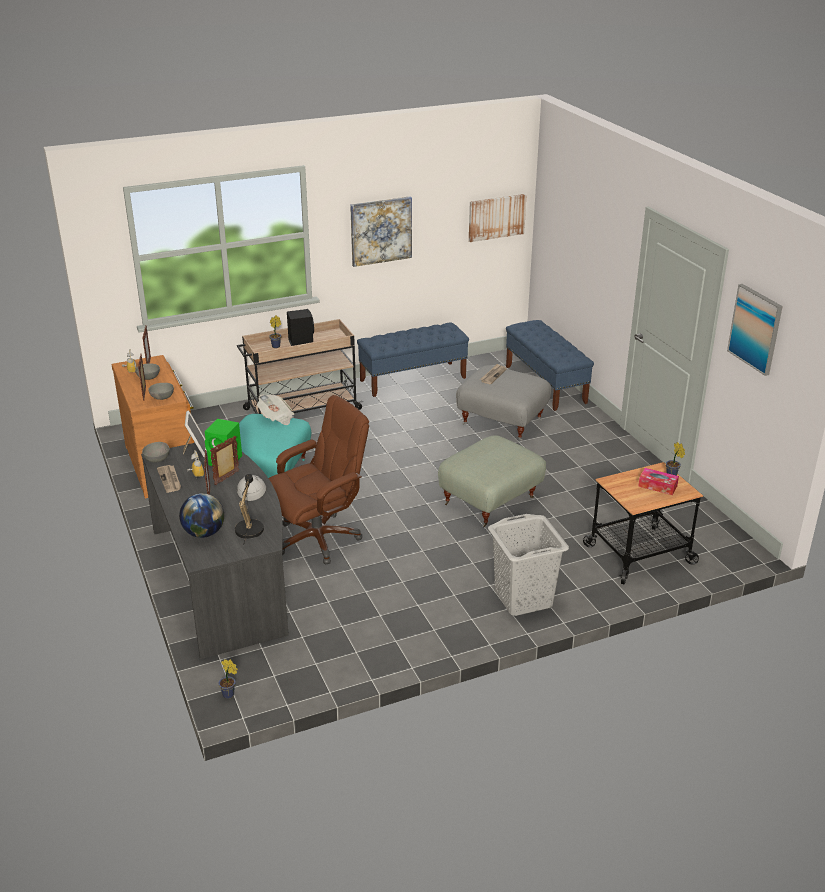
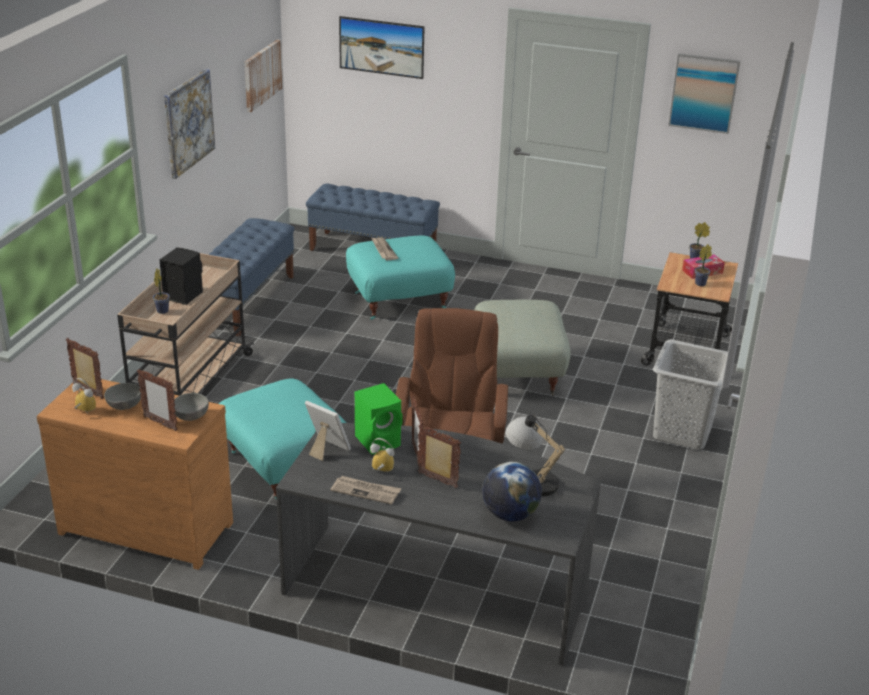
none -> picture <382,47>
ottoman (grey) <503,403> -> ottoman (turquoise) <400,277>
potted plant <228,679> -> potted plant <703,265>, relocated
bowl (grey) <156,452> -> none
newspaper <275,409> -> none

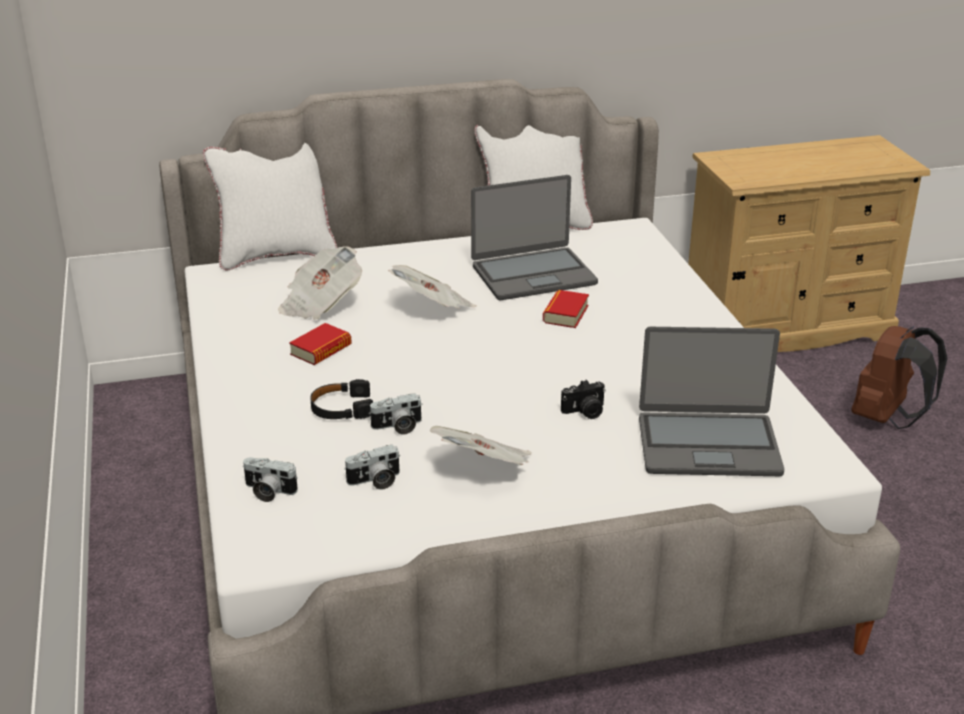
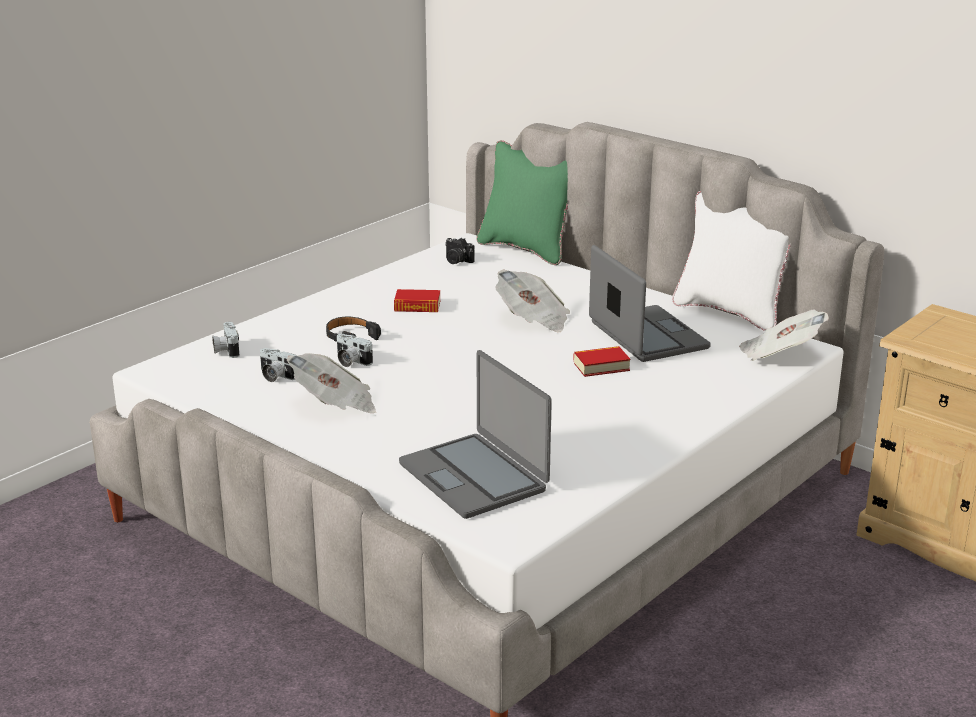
photo camera <583,399> -> photo camera <460,251>, relocated
pillow (white) <270,206> -> pillow (green) <522,202>
laptop <534,237> -> laptop <650,303>, 150 degrees counterclockwise
newspaper <320,283> -> newspaper <784,335>, relocated
backpack (brown) <899,377> -> none

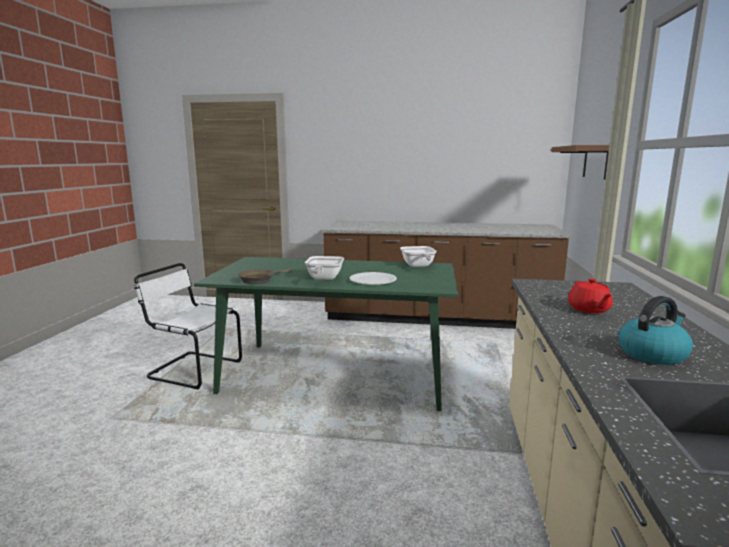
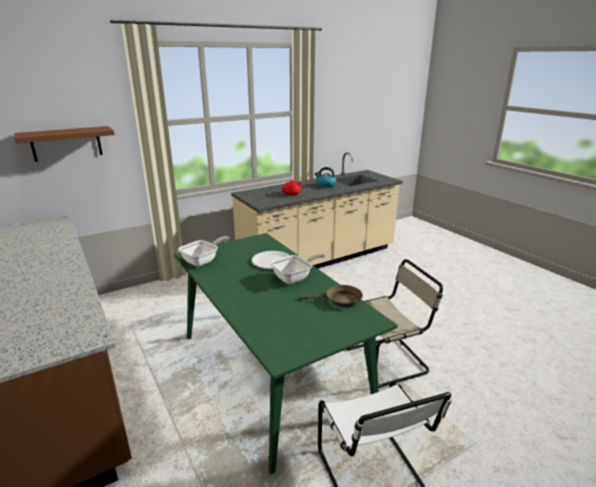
none -> chair (beige) <394,323>

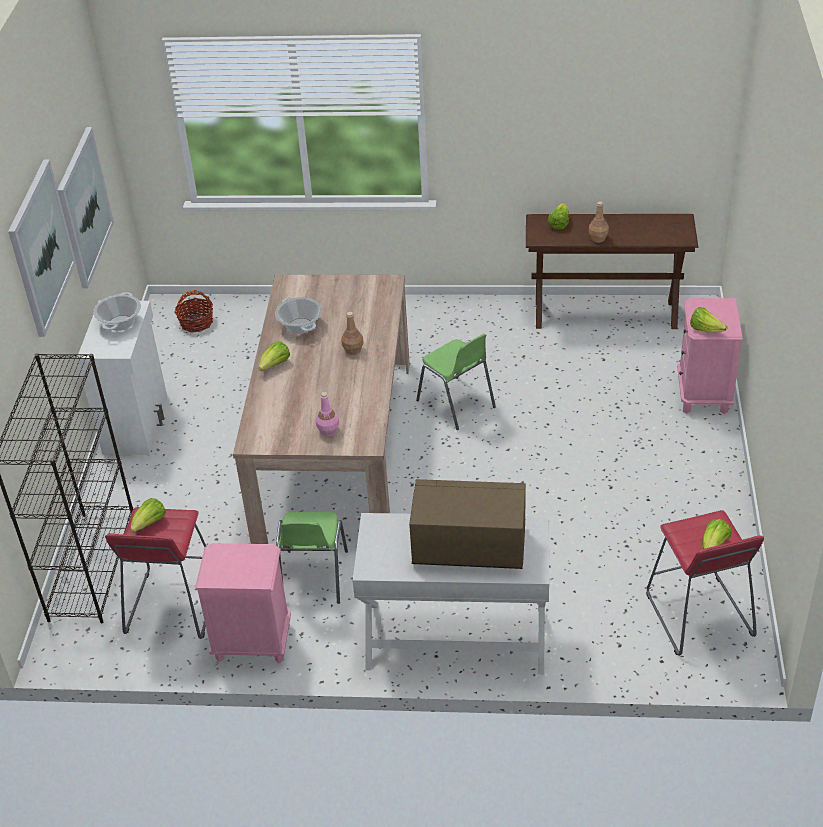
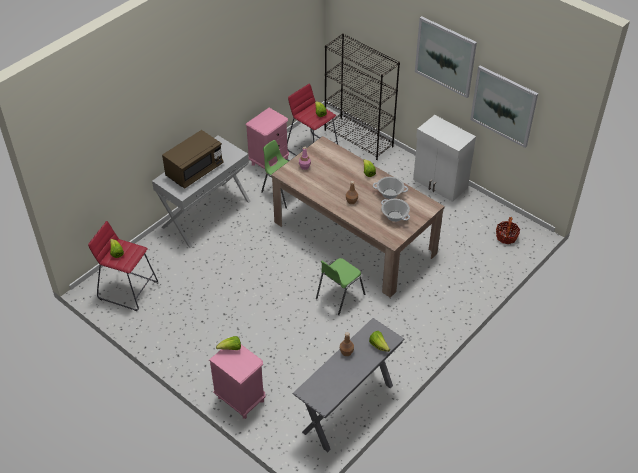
console table (brown) <612,271> -> console table (grey) <348,385>
chair (green) <456,381> -> chair (green) <340,286>, 45 degrees counterclockwise
cooking pot <117,311> -> cooking pot <395,210>, relocated

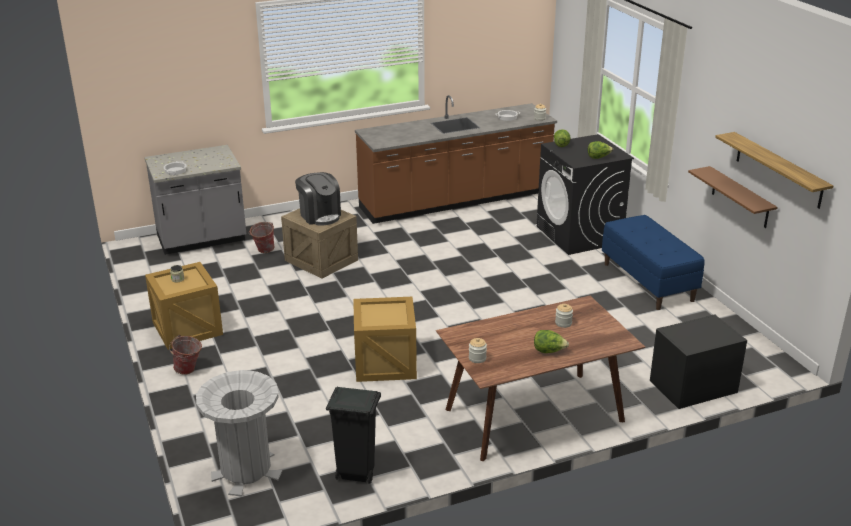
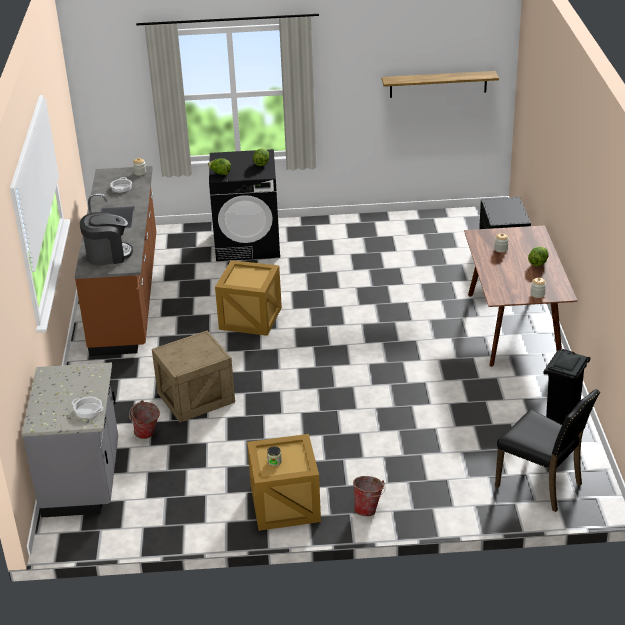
coffee machine <318,199> -> coffee machine <106,239>, relocated
crate <385,339> -> crate <248,298>, relocated
trash can (grey) <239,433> -> chair (black) <547,450>
bench (blue) <653,262> -> none
shelf (brown) <733,197> -> none

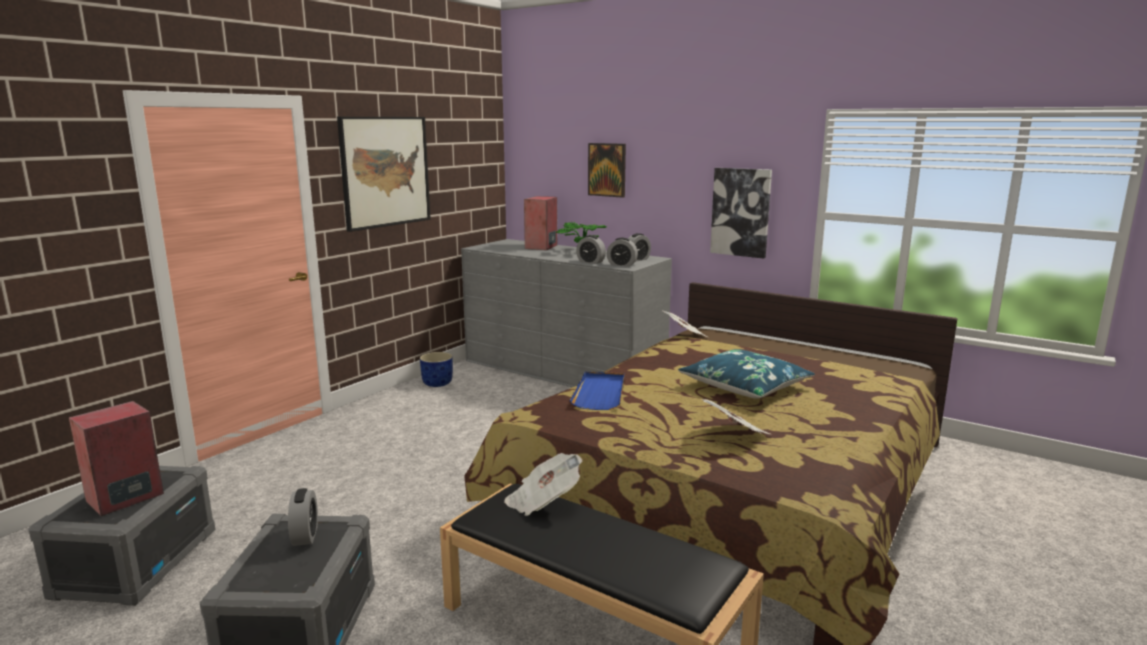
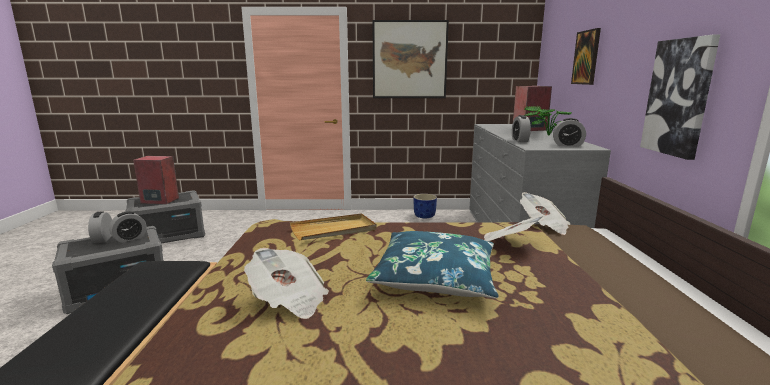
alarm clock <622,252> -> alarm clock <100,227>, relocated
tray (blue) <597,391> -> tray (beige) <333,226>
newspaper <543,484> -> newspaper <514,228>, relocated

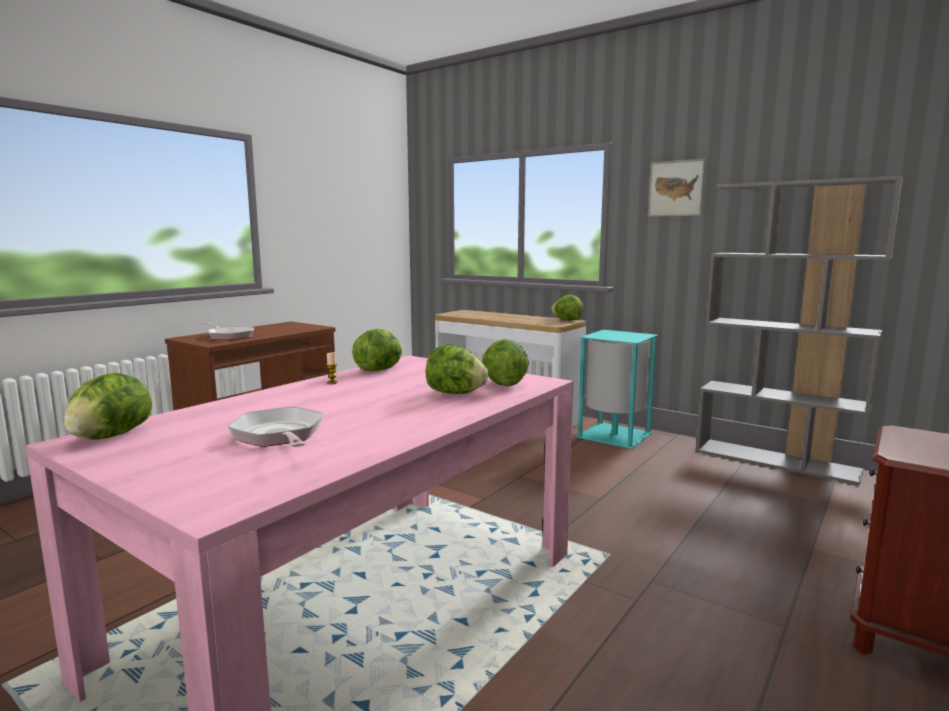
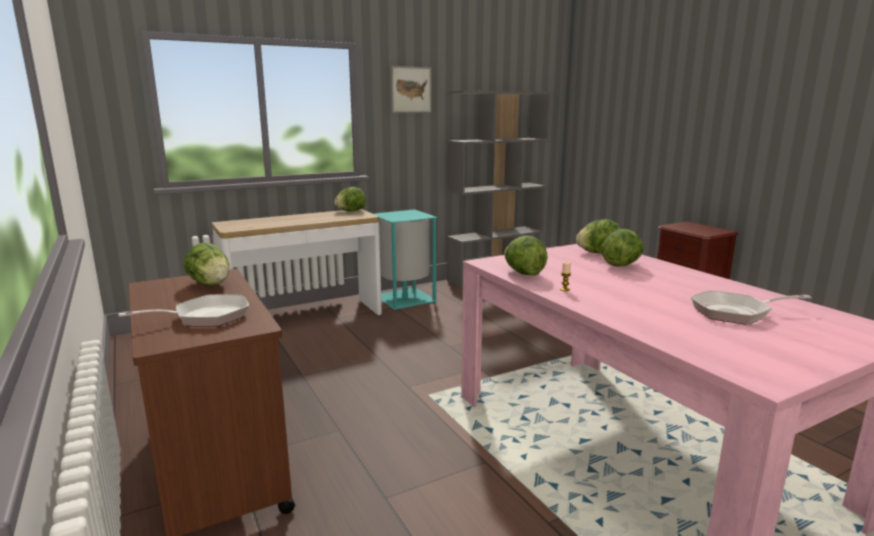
lettuce <107,406> -> lettuce <206,264>, relocated

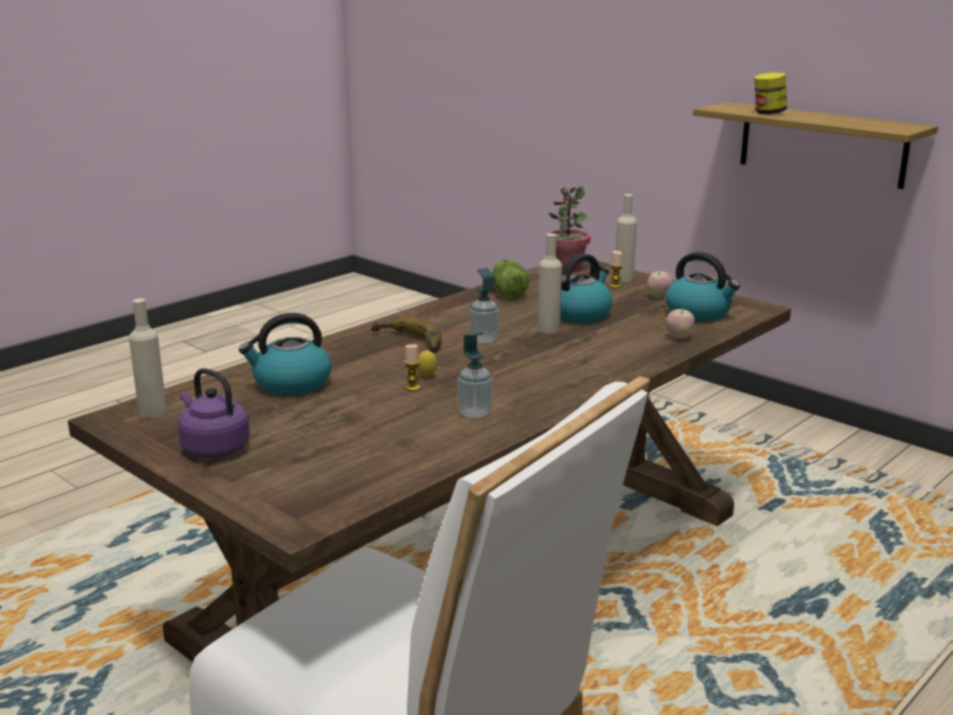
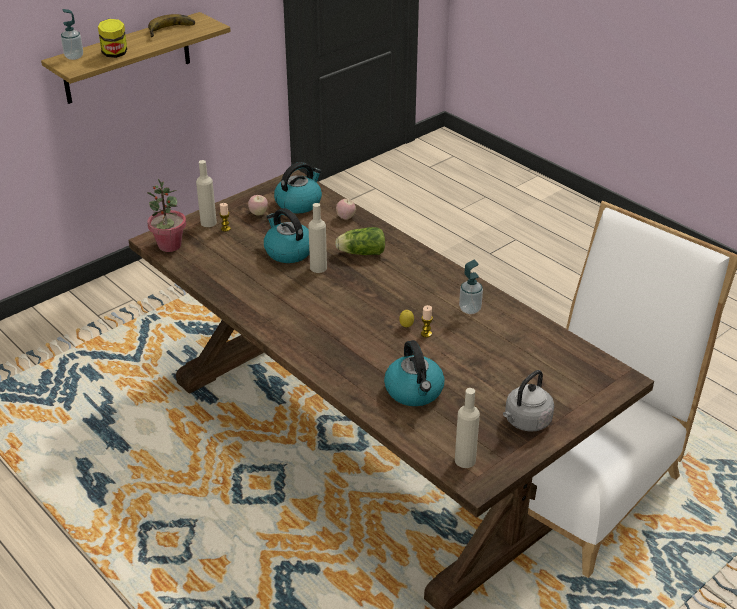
soap dispenser <484,306> -> soap dispenser <72,34>, relocated
banana <406,335> -> banana <171,25>, relocated
lettuce <511,279> -> lettuce <360,241>, relocated
kettle (purple) <214,413> -> kettle (grey) <528,400>

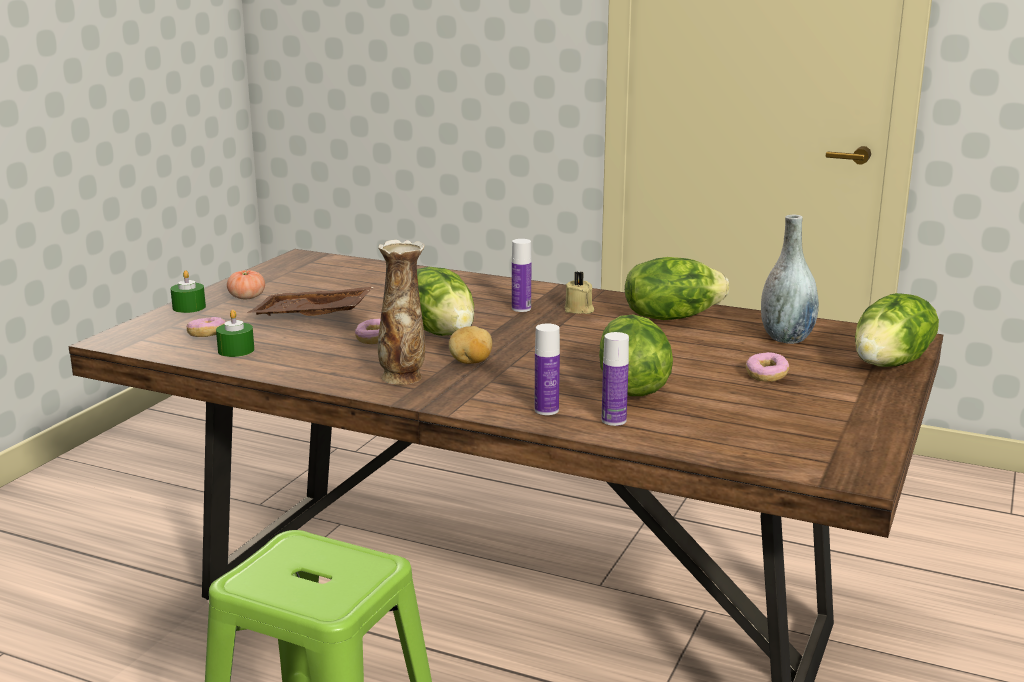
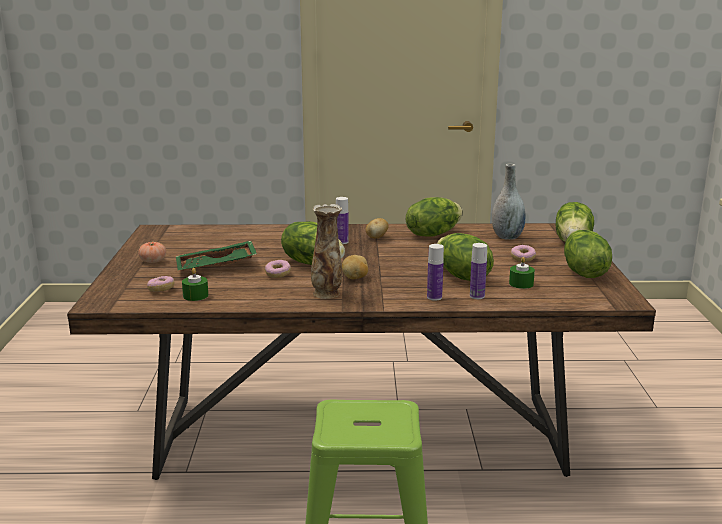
tray (brown) <310,301> -> tray (green) <216,256>
candle (beige) <579,293> -> potato <377,228>
candle (green) <188,291> -> candle (green) <522,273>, relocated
none -> lettuce <588,254>

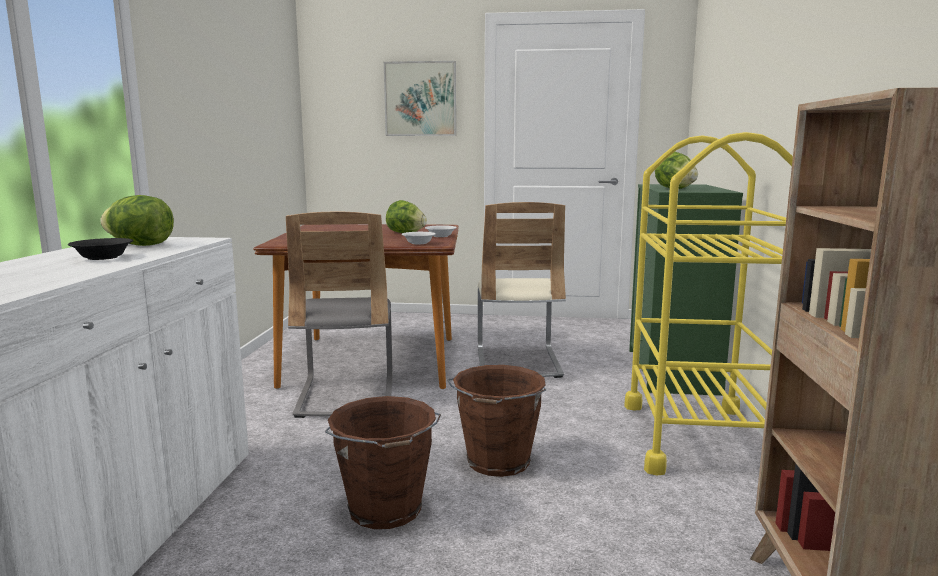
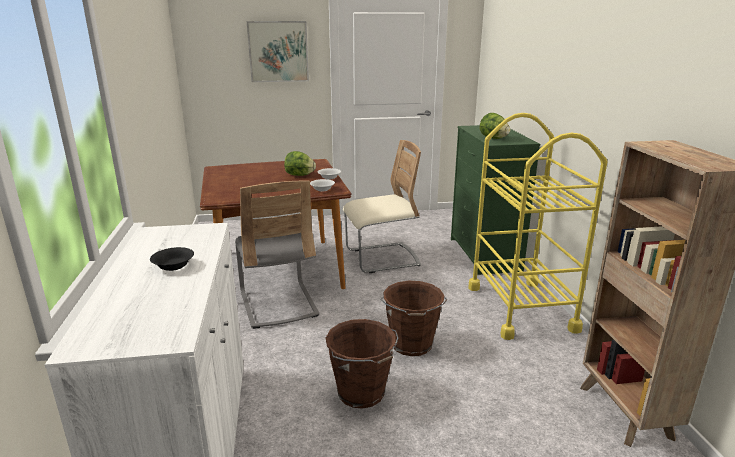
chair (beige) <522,290> -> chair (beige) <382,206>, 90 degrees counterclockwise
lettuce <137,220> -> none

